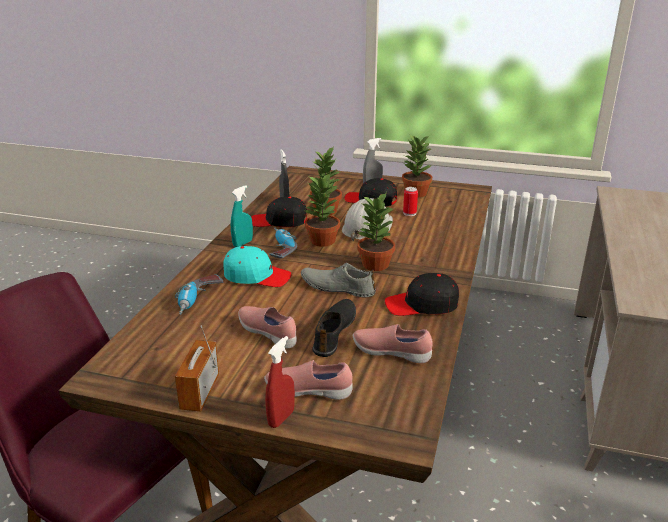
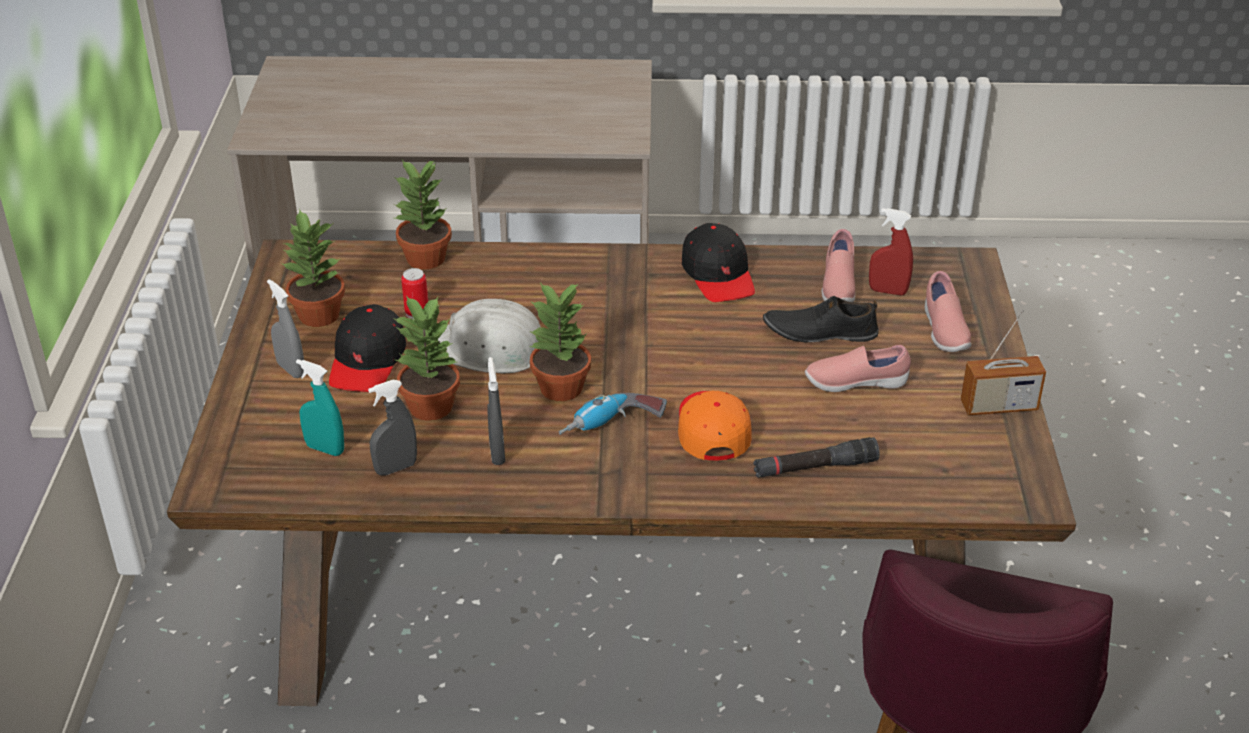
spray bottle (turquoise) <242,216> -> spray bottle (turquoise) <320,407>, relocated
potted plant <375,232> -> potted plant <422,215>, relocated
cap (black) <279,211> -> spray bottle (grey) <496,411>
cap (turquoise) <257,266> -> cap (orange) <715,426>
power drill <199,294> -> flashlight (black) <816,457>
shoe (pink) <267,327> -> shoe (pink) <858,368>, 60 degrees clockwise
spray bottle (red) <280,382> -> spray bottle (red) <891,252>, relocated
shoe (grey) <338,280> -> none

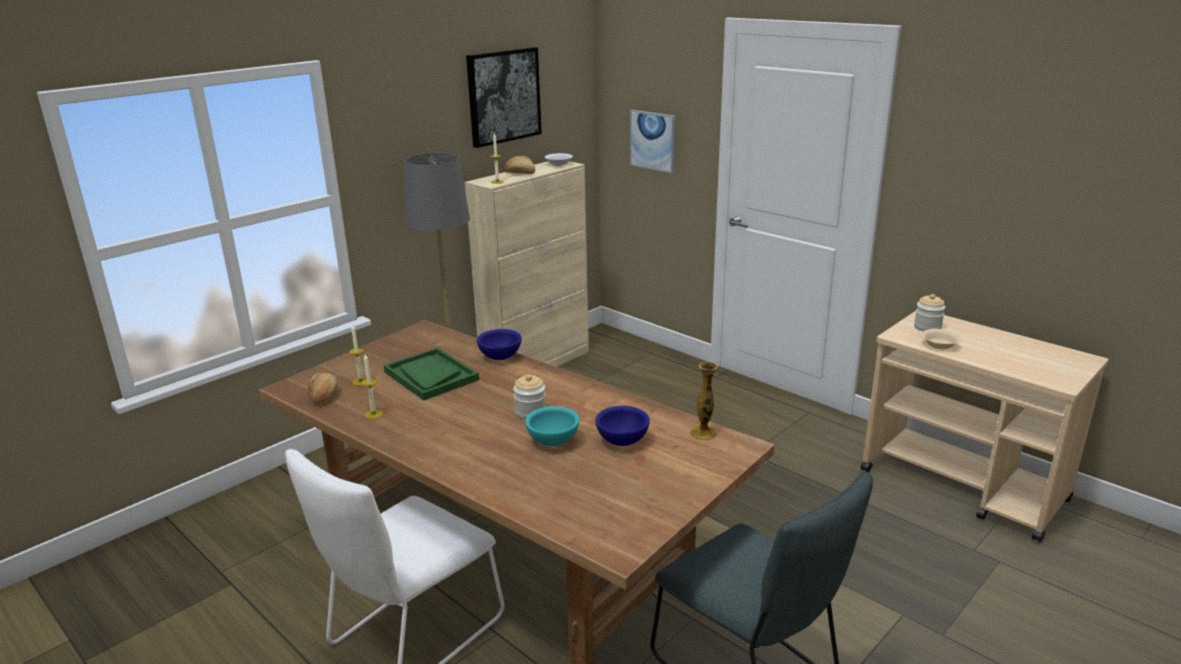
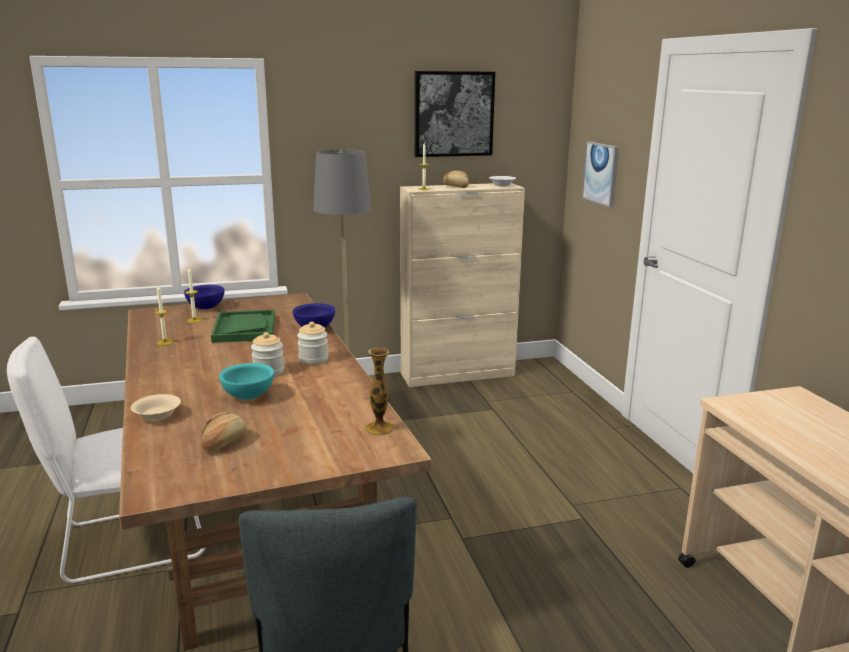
bowl (beige) <941,339> -> bowl (beige) <156,407>, relocated
bowl (blue) <622,426> -> bowl (blue) <204,297>, relocated
bread <322,388> -> bread <223,432>, relocated
jar <930,312> -> jar <312,343>, relocated

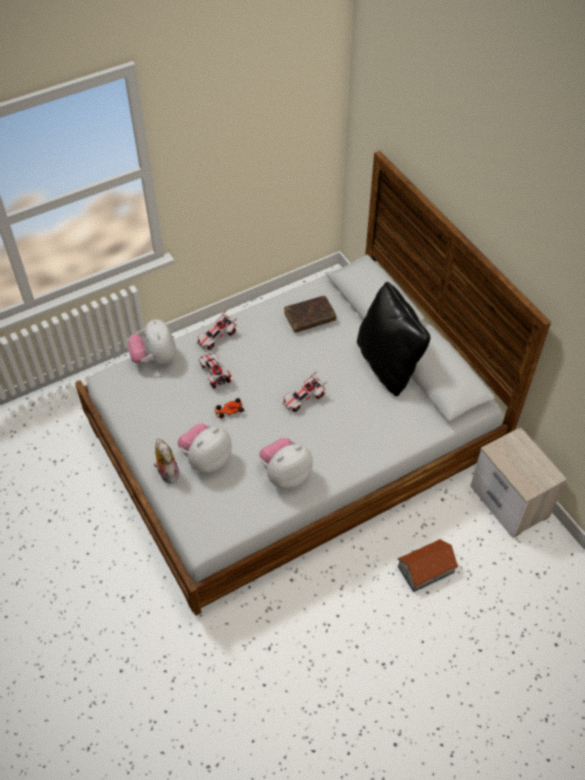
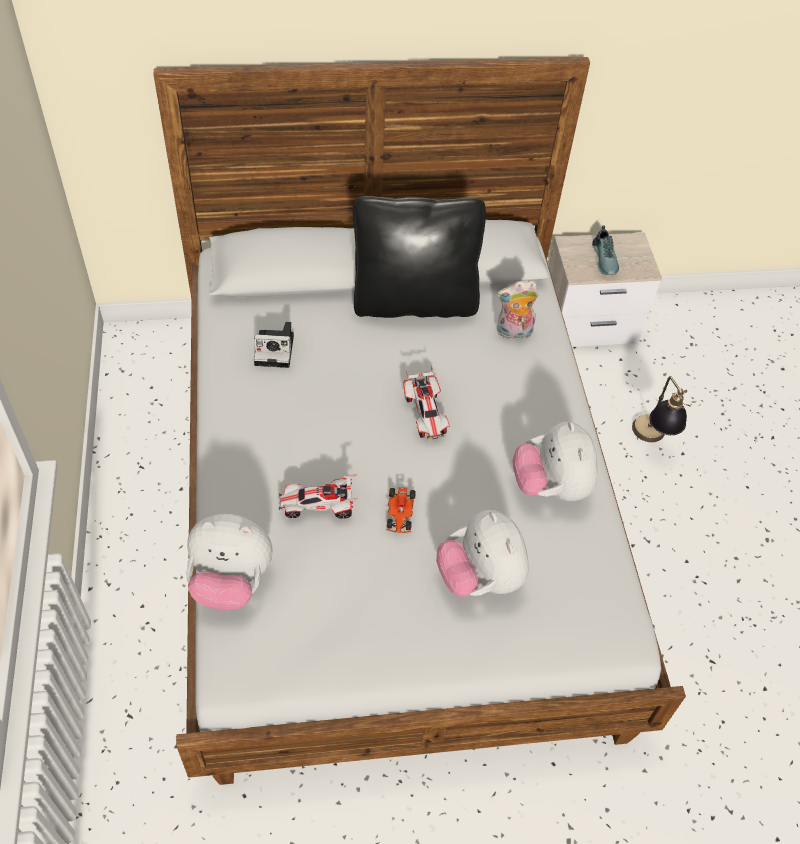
book (brown) <310,314> -> photo camera <274,345>
plush toy <166,461> -> plush toy <518,310>, relocated
none -> shoe <605,250>
toy house <427,565> -> table lamp <661,409>
toy car <217,330> -> none

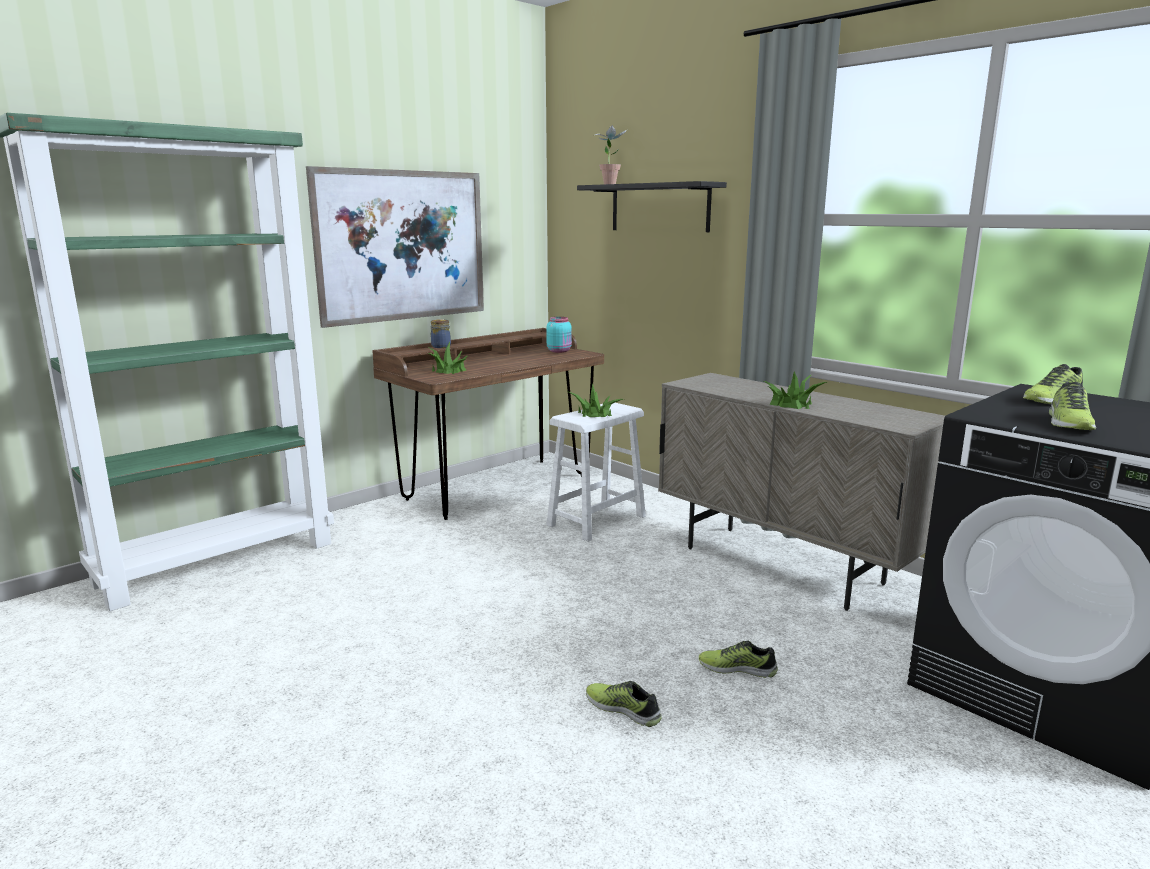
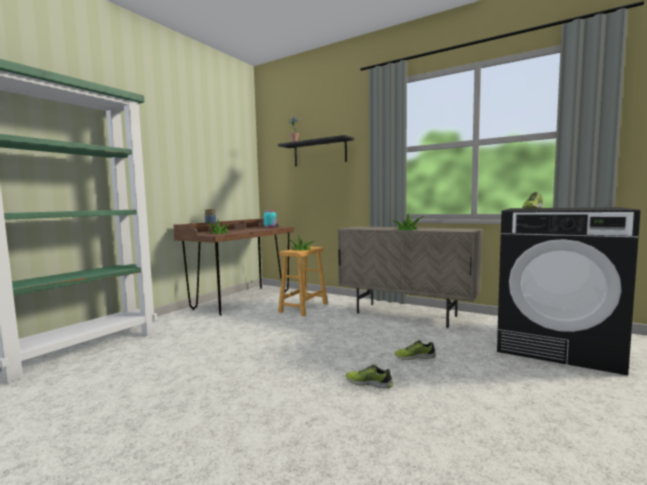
stool (white) <596,472> -> stool (brown) <303,281>
picture <395,247> -> none
shoe <1072,406> -> none

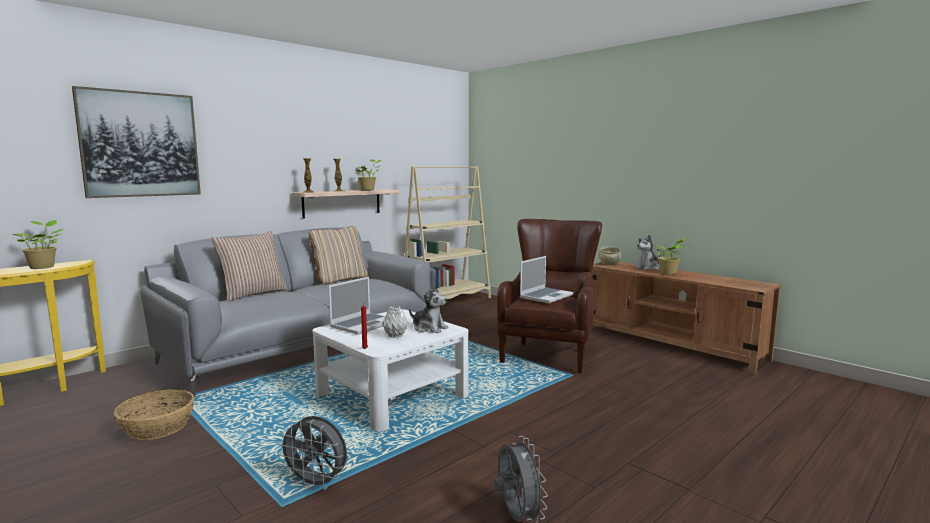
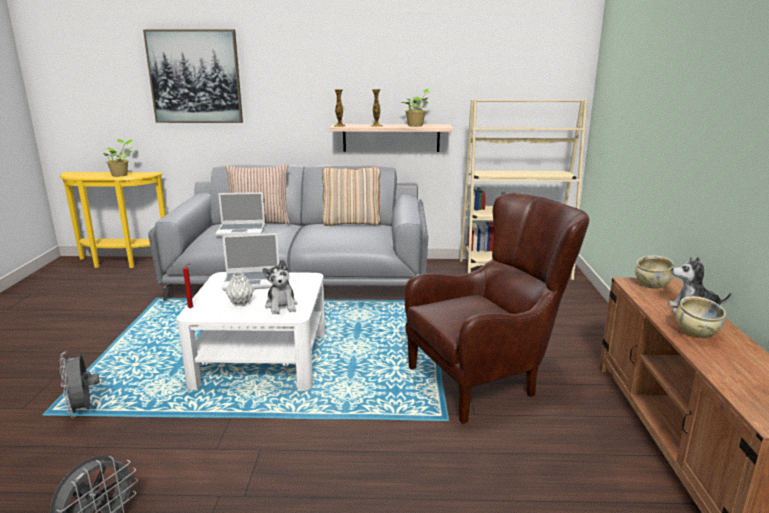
laptop <546,280> -> laptop <240,214>, relocated
potted plant <671,256> -> bowl (beige) <701,317>
basket <154,414> -> none

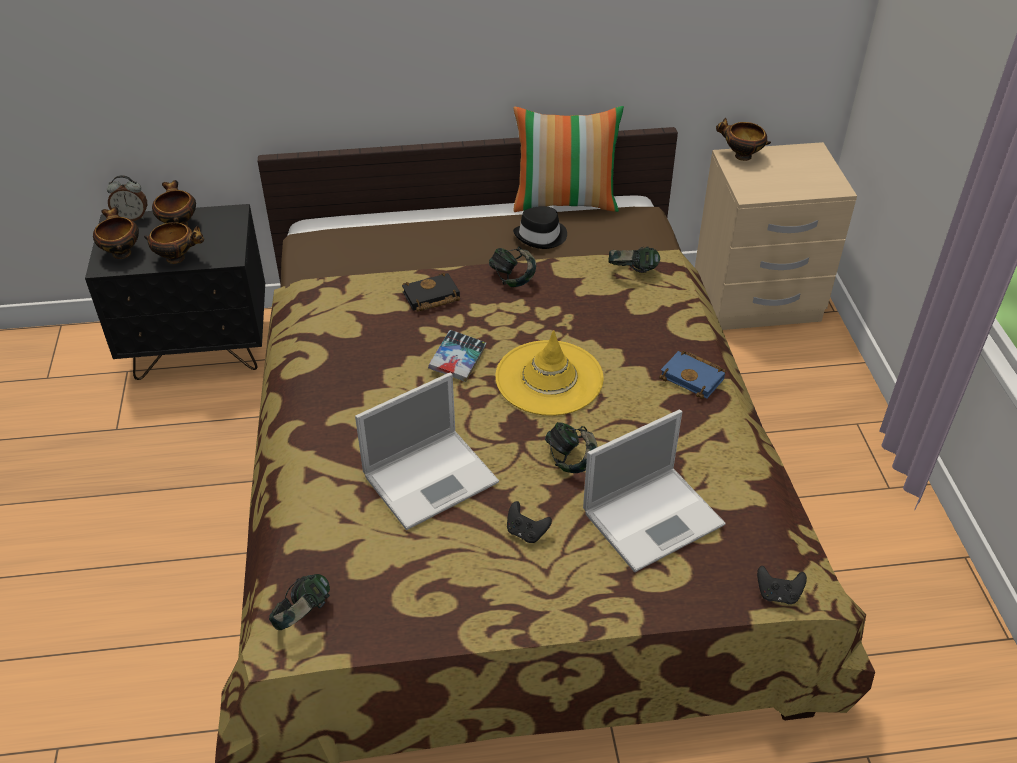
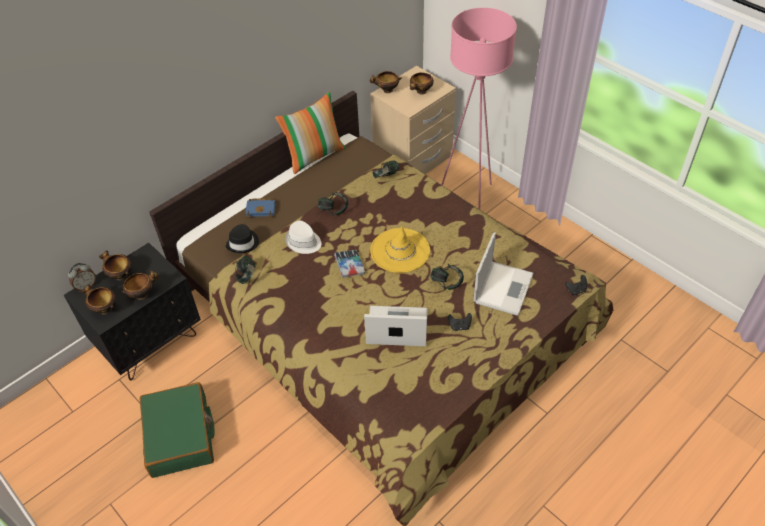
none -> suitcase (green) <177,430>
hat (black) <540,227> -> hat (black) <242,238>, relocated
headphones <299,602> -> headphones <245,270>, relocated
book (blue) <692,375> -> book (blue) <260,208>, relocated
book (black) <431,292> -> hat (white) <303,237>
laptop <427,451> -> laptop <396,326>, 105 degrees counterclockwise
none -> bowl <422,83>
none -> floor lamp (pink) <479,108>

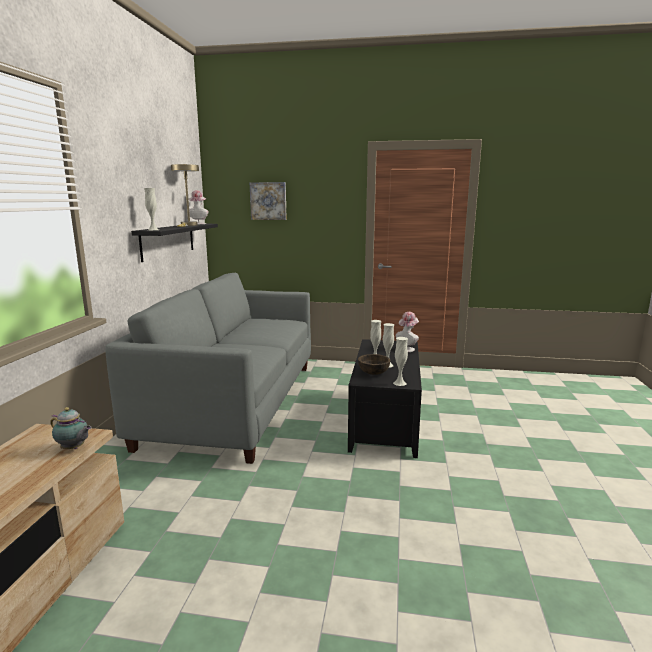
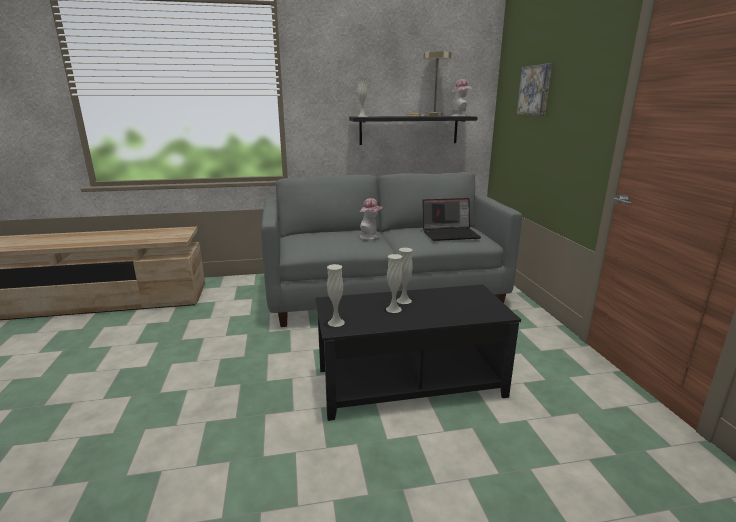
hat <407,332> -> hat <371,219>, relocated
none -> laptop <451,219>
teapot <71,428> -> none
bowl (brown) <374,364> -> none

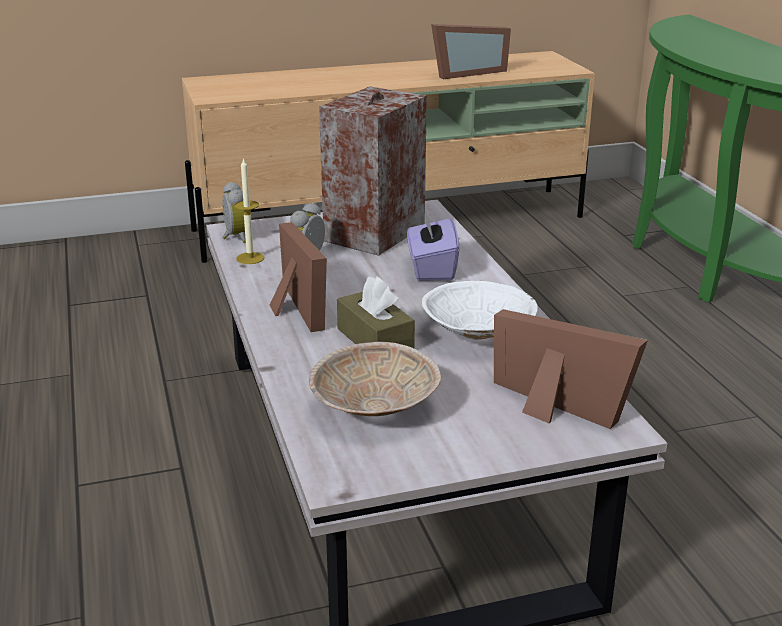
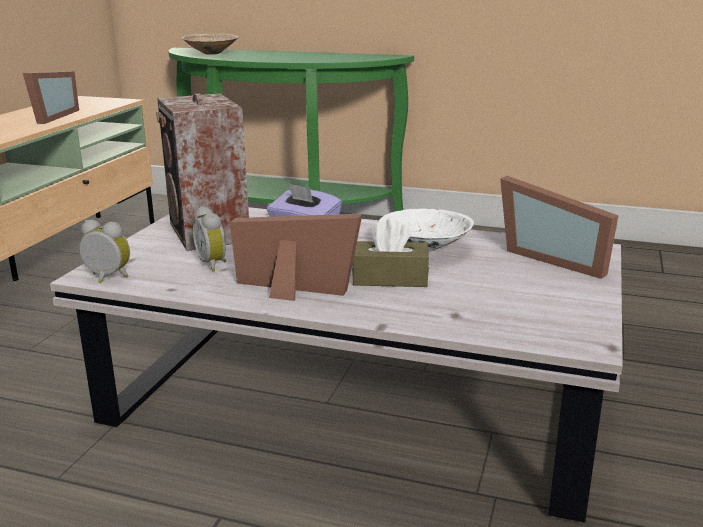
bowl (beige) <375,379> -> bowl (beige) <210,44>, relocated
picture frame <571,369> -> picture frame <559,227>, 120 degrees counterclockwise
candle <249,211> -> none

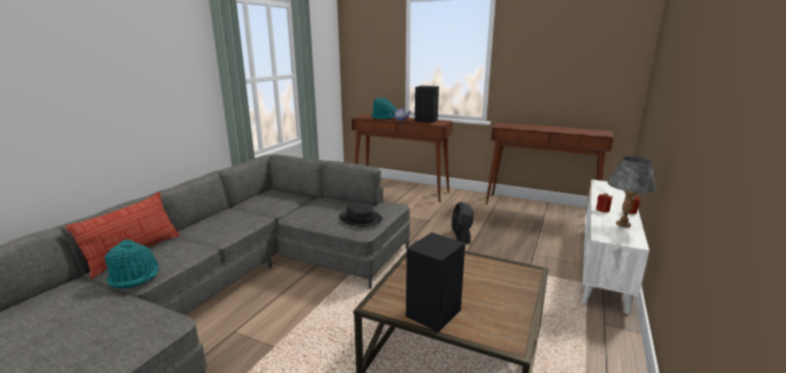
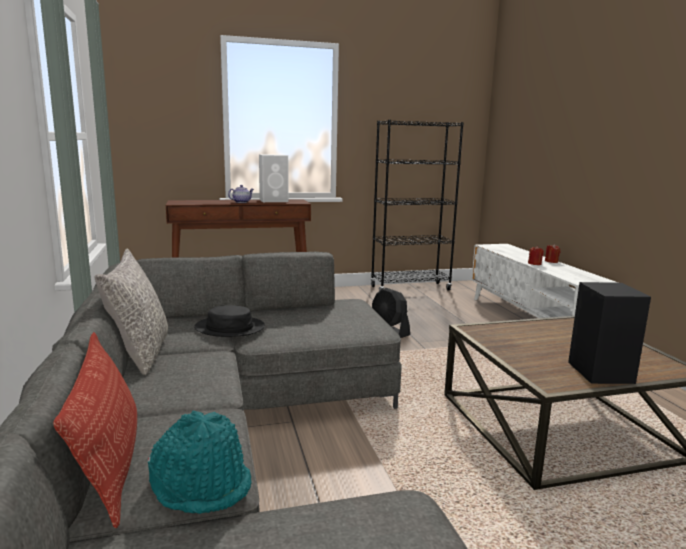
none -> pillow (grey) <131,312>
hat (black) <360,215> -> hat (black) <229,321>, relocated
speaker (black) <427,104> -> speaker (white) <273,178>
console table (brown) <549,163> -> bookcase (black) <417,205>
hat (turquoise) <384,108> -> none
table lamp (grey) <632,191> -> none

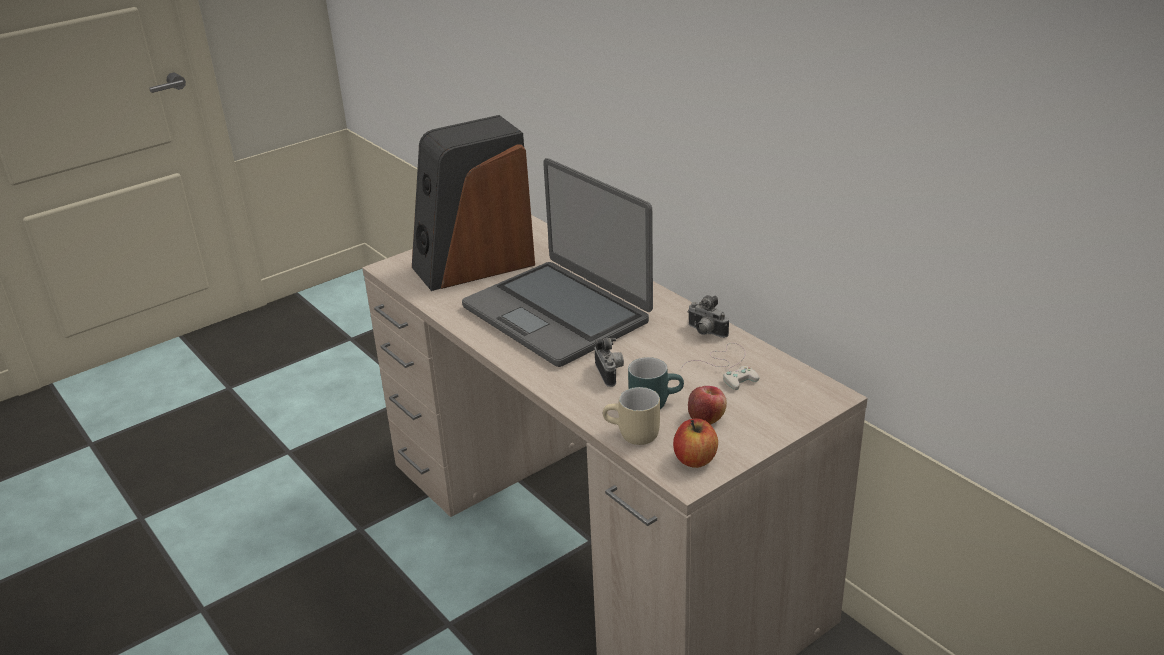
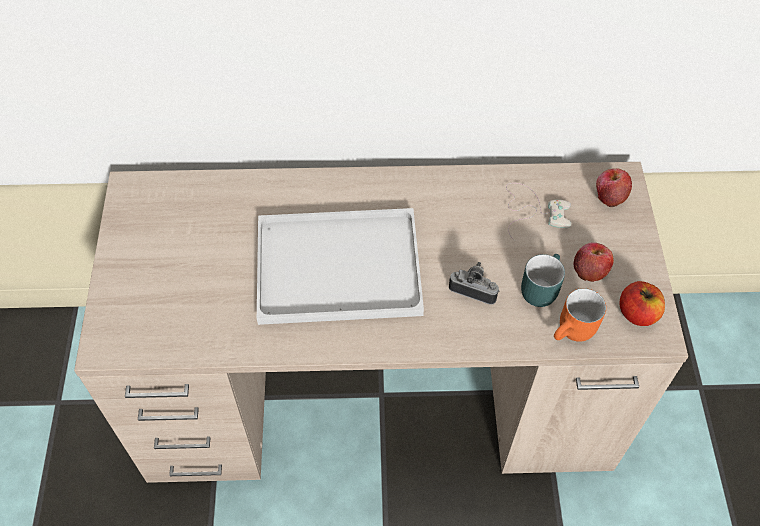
laptop <557,262> -> tray (white) <340,266>
mug (beige) <631,416> -> mug (orange) <580,315>
none -> apple <614,187>
speaker <473,203> -> none
photo camera <708,316> -> none

